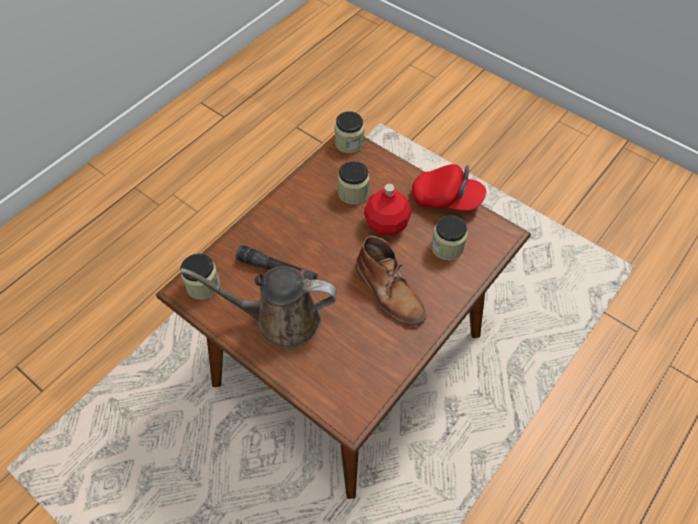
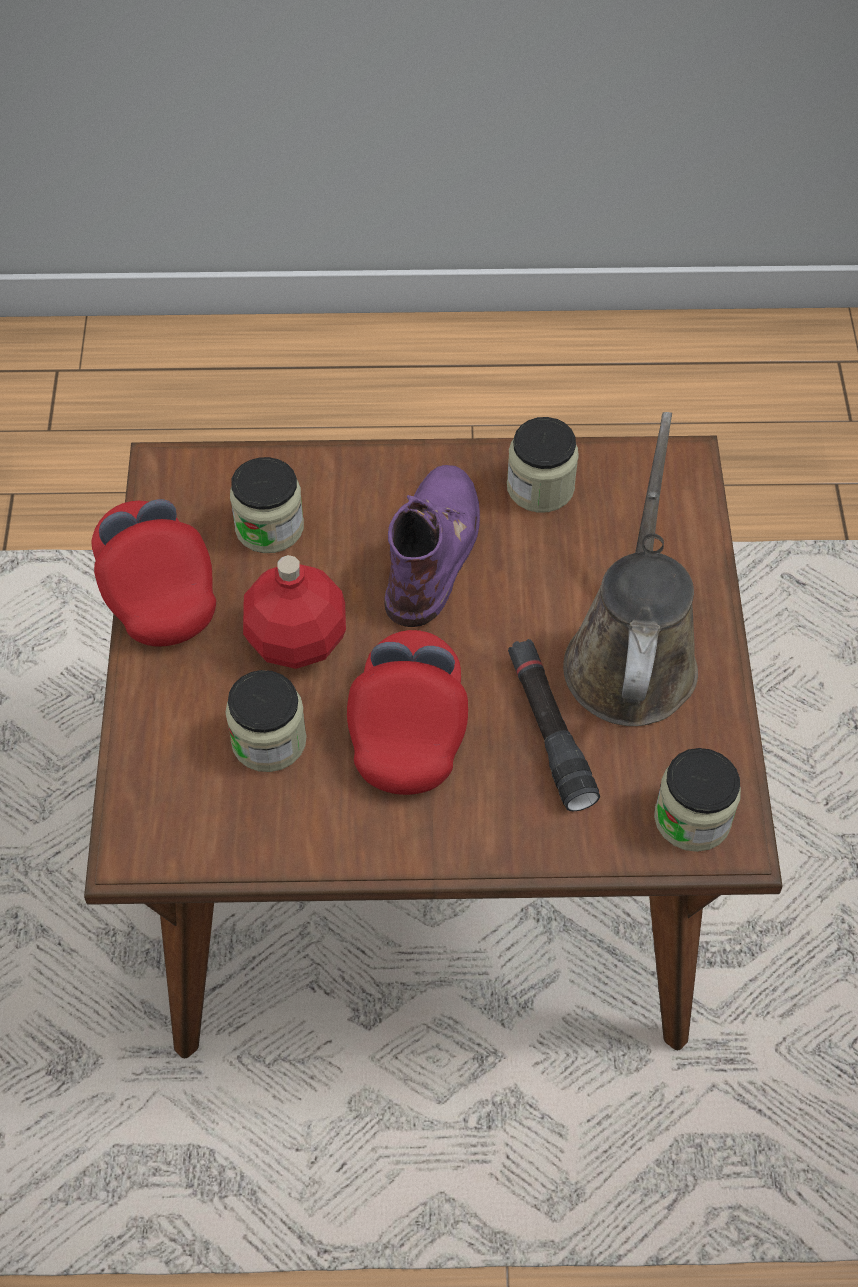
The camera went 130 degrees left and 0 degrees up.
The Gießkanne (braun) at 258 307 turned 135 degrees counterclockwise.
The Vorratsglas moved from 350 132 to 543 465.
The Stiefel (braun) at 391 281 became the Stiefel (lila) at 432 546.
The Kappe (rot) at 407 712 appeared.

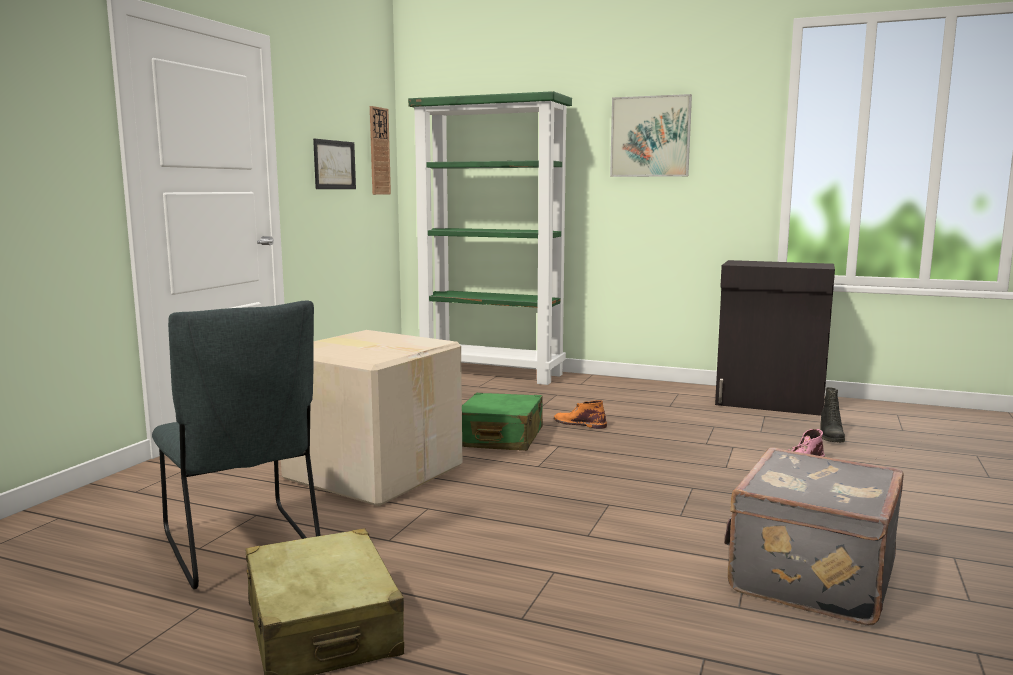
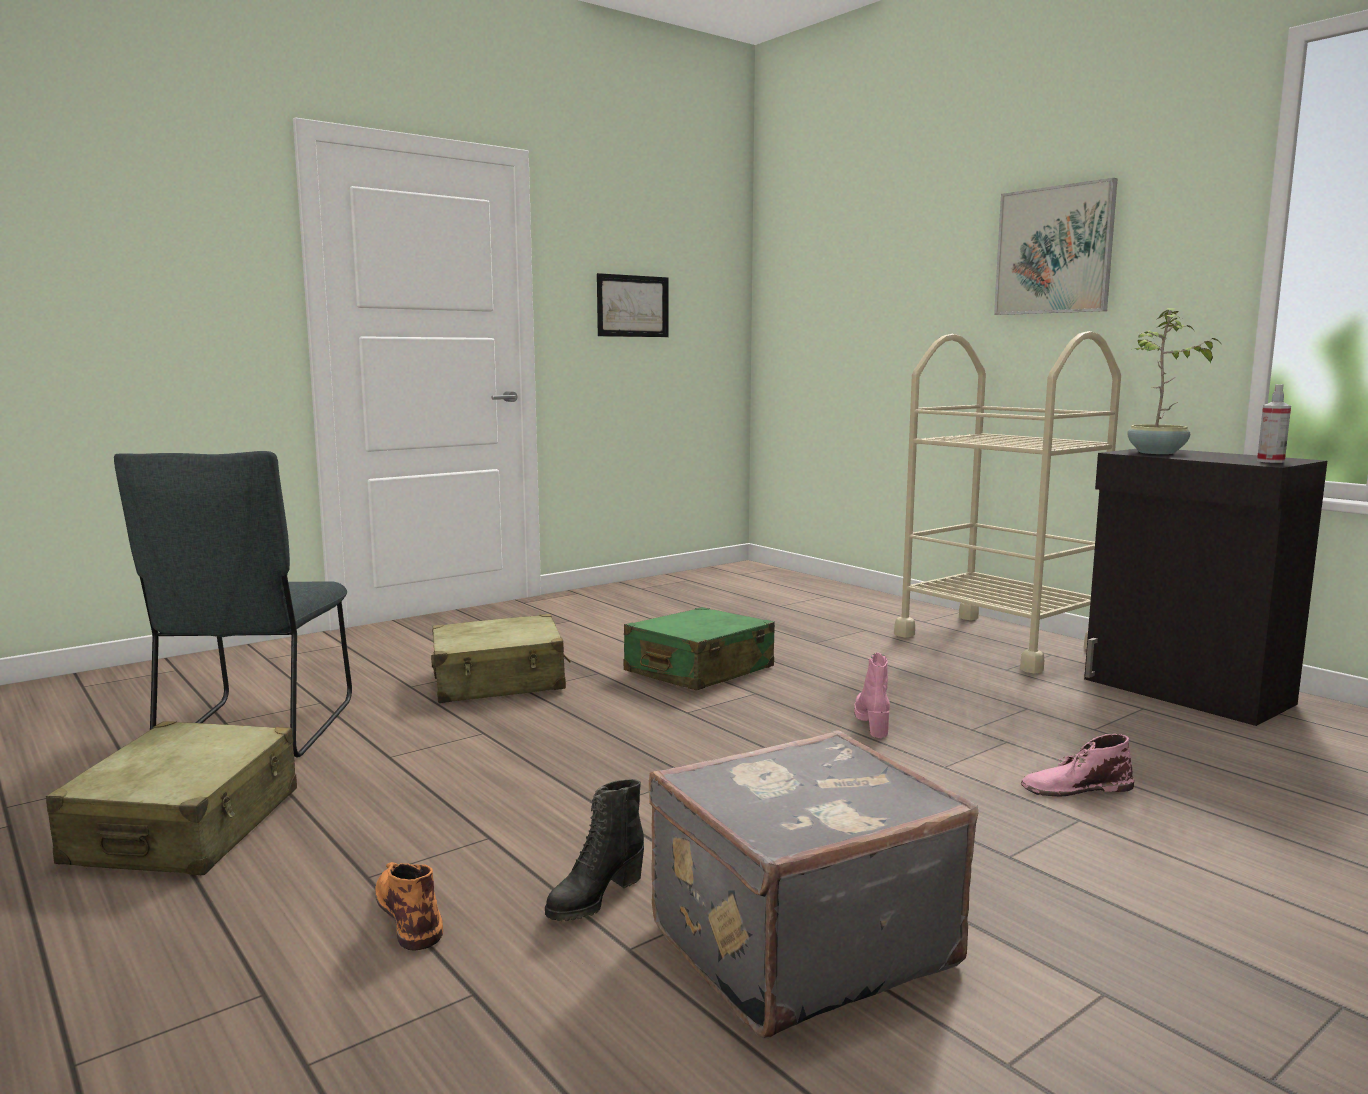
The camera went 30 degrees right and 0 degrees up.
The Karton at 371 418 was replaced by the Koffer (beige) at 501 658.
The Wanduhr at 380 150 disappeared.
The Bücherregal (grün) at 490 238 disappeared.
The Stiefel (orange) moved from 580 414 to 409 906.
The Stiefel (schwarz) moved from 832 414 to 594 850.
The Stiefel (rosa) at 872 695 appeared.
The Rollwagen (beige) at 1007 502 appeared.
The Topfpflanze at 1175 381 appeared.
The Sprühflasche at 1274 423 appeared.

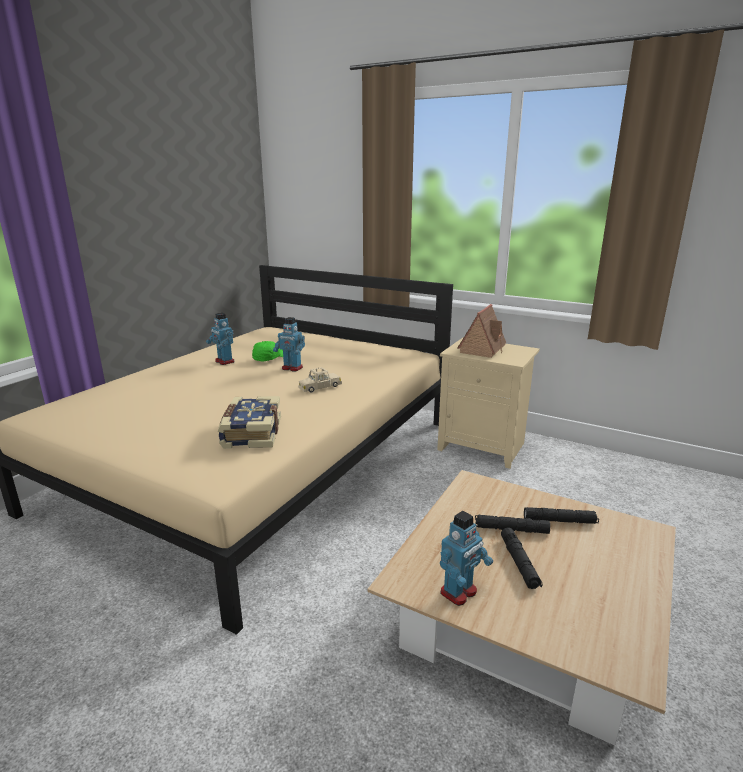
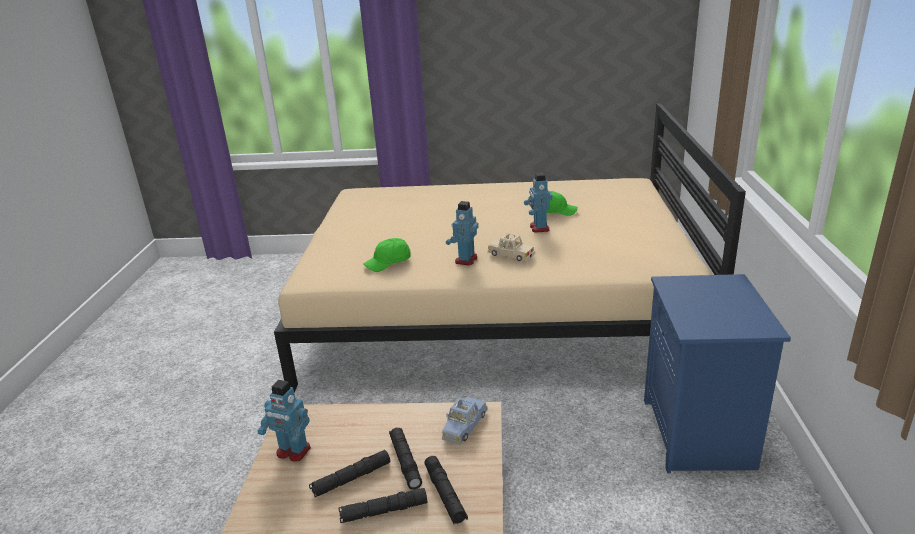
The camera went 65 degrees right and 5 degrees up.
The Spielzeugroboter moved from 220 339 to 462 233.
The Buch at 249 422 was replaced by the Kappe (grün) at 387 255.
The Nachttisch (beige) at 488 403 became the Nachttisch (blau) at 717 373.
The Spielzeughaus at 481 331 disappeared.
The Taschenlampe (schwarz) at 383 505 appeared.
The Spielzeugauto (blau) at 465 421 appeared.

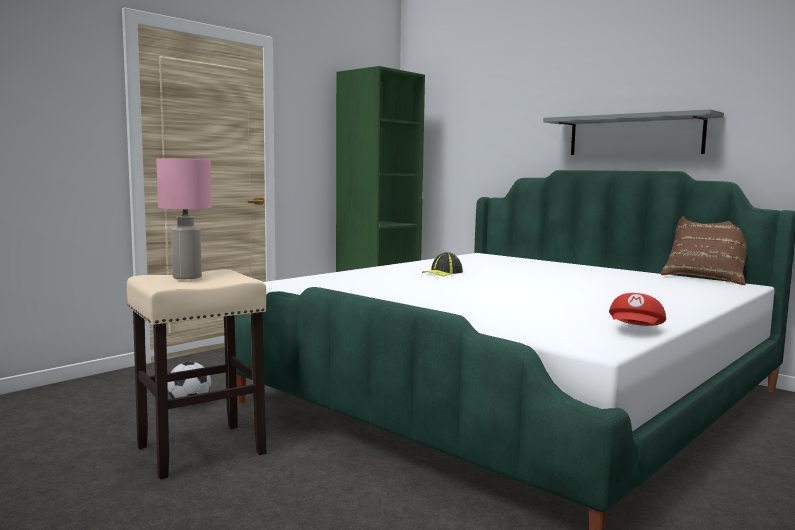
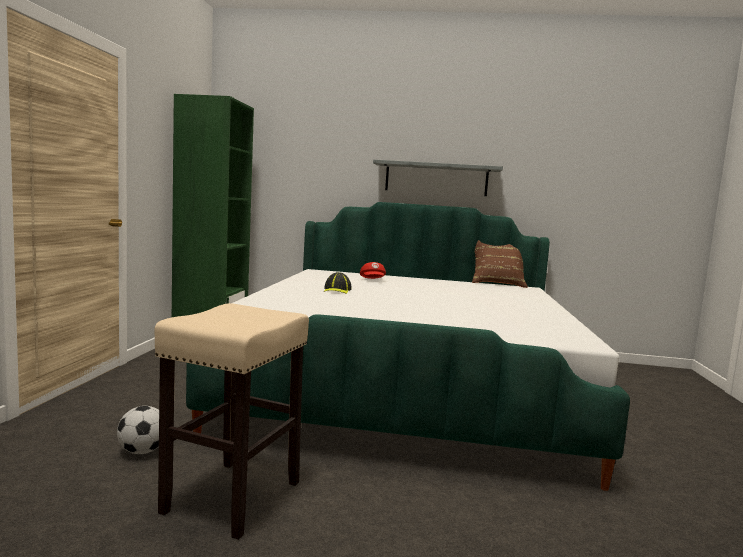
The camera went 35 degrees left and 0 degrees up.
The Tischlampe (rosa) at 184 218 disappeared.
The Kappe (rot) moved from 637 309 to 373 270.

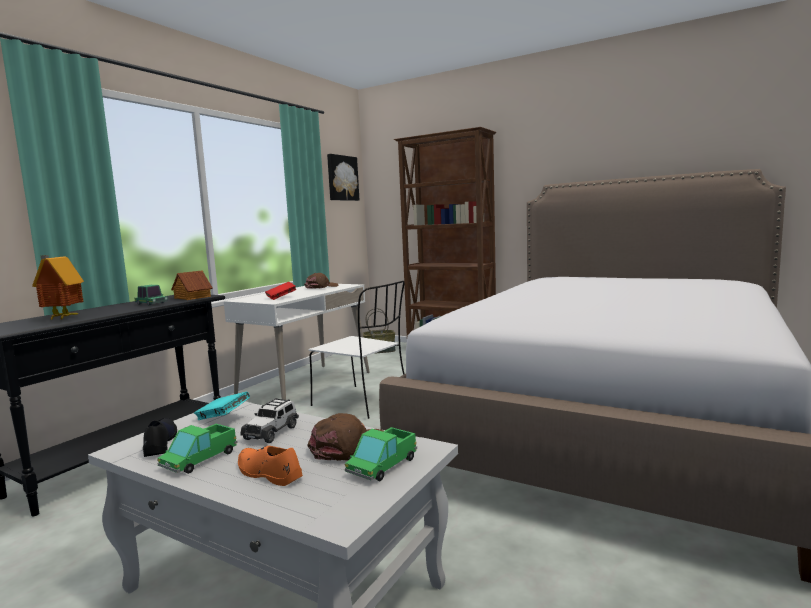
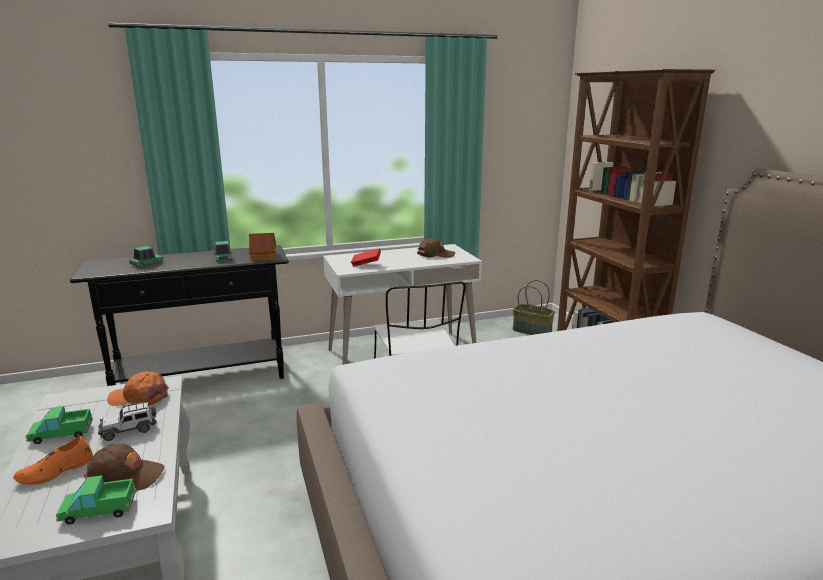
The camera went 40 degrees right and 10 degrees up.
The Spielzeughaus at 58 287 was replaced by the Spielzeugauto at 146 256.
The Schuh (schwarz) at 160 437 disappeared.
The Buch (türkis) at 222 406 was replaced by the Kappe (orange) at 138 388.
The Schuh (orange) at 270 466 turned 120 degrees counterclockwise.
The Bild at 343 177 disappeared.

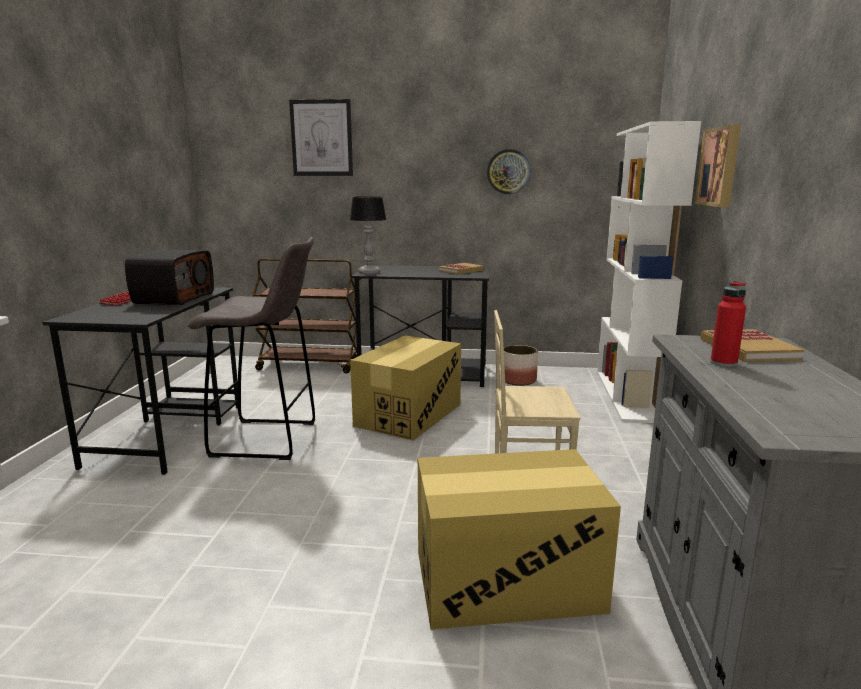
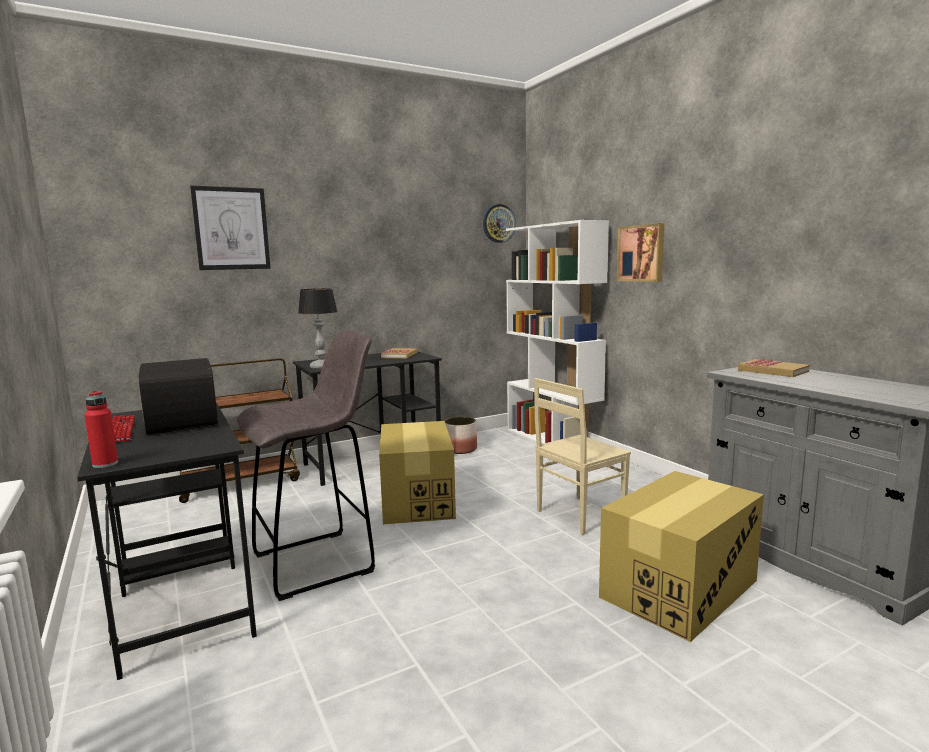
The camera went 35 degrees left and 5 degrees down.
The Wanduhr moved from 509 171 to 499 223.
The Flasche (rot) moved from 728 324 to 101 429.

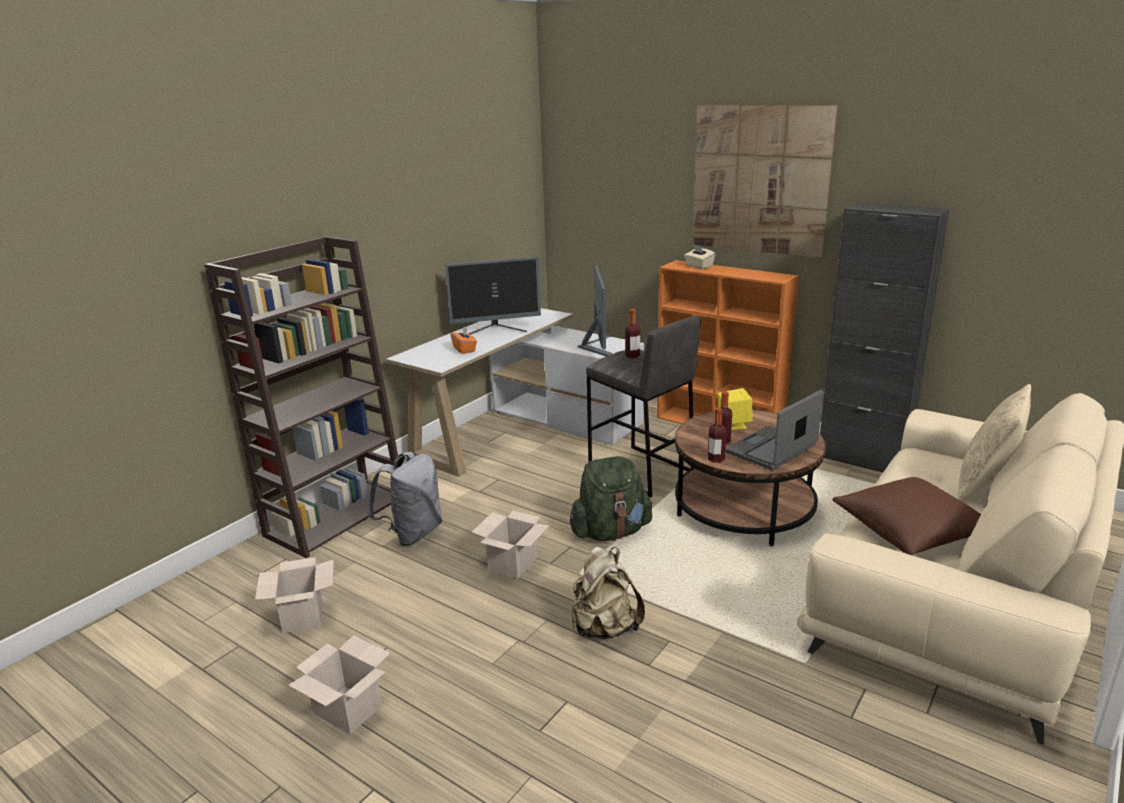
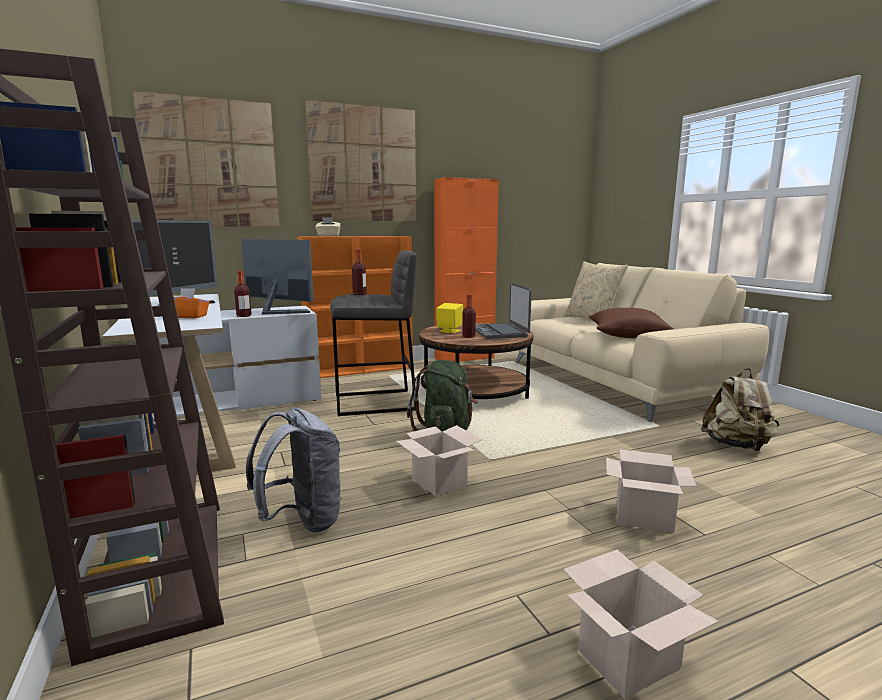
The camera went 60 degrees left and 10 degrees down.
The Karton moved from 294 595 to 651 490.
The Rucksack (beige) moved from 608 593 to 740 409.
The Flasche moved from 717 435 to 243 294.
The Schrank (schwarz) at 884 337 became the Schrank (orange) at 466 269.
The Bild at 206 159 appeared.

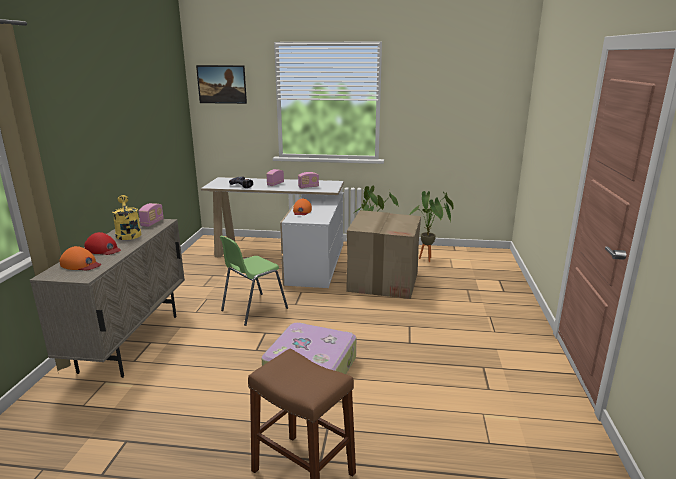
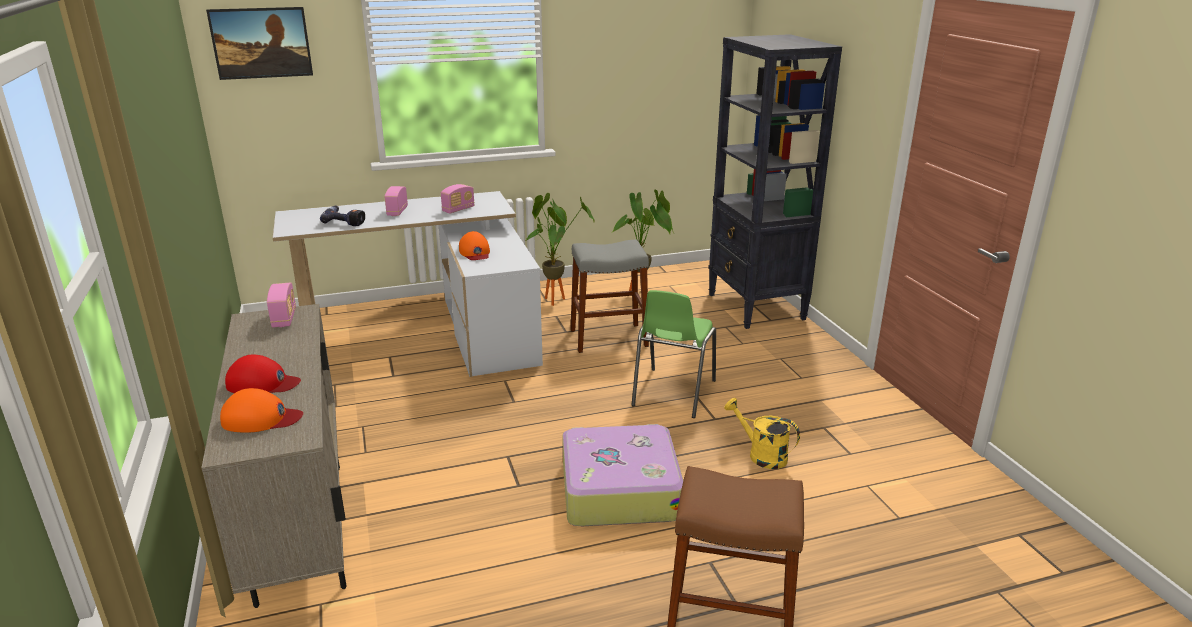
The camera went 25 degrees left and 5 degrees up.
The Gießkanne (gelb) moved from 126 217 to 762 433.
The Stuhl (grün) moved from 254 281 to 673 354.
The Karton at 383 254 was replaced by the Hocker (grau) at 609 296.
The Bücherregal (schwarz) at 775 181 appeared.

